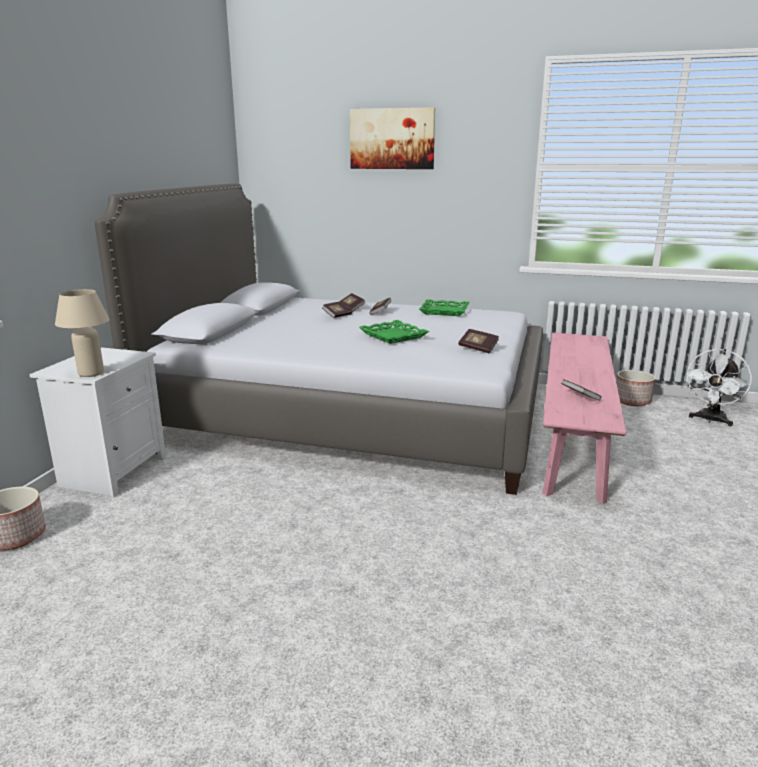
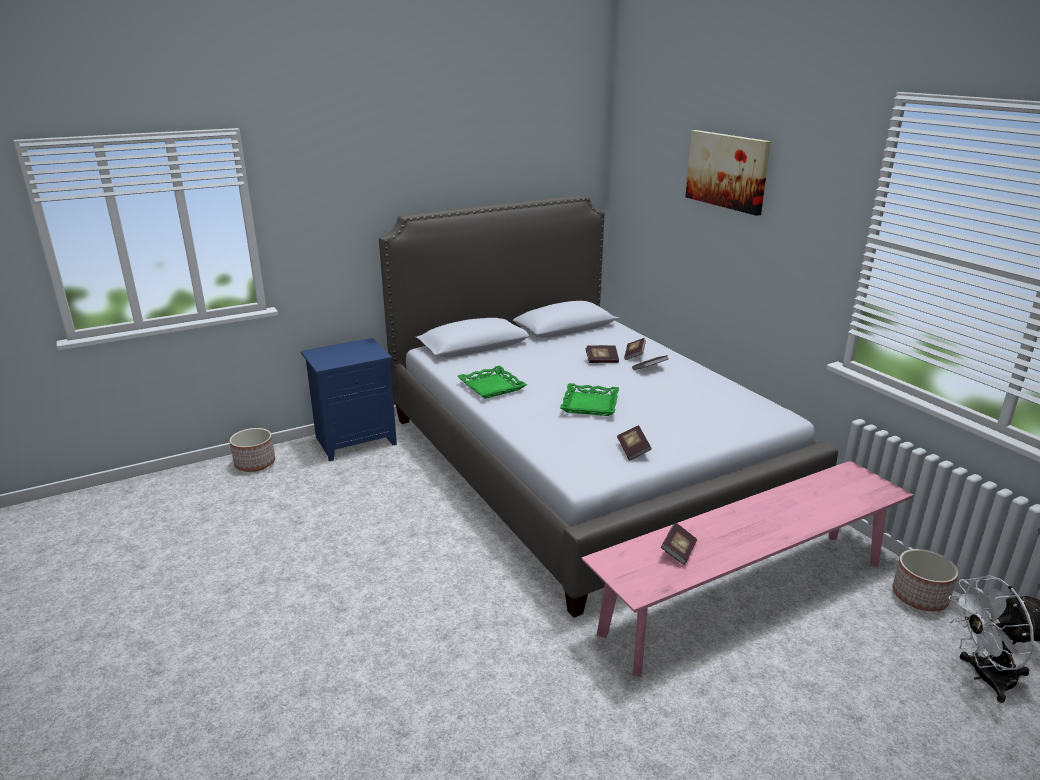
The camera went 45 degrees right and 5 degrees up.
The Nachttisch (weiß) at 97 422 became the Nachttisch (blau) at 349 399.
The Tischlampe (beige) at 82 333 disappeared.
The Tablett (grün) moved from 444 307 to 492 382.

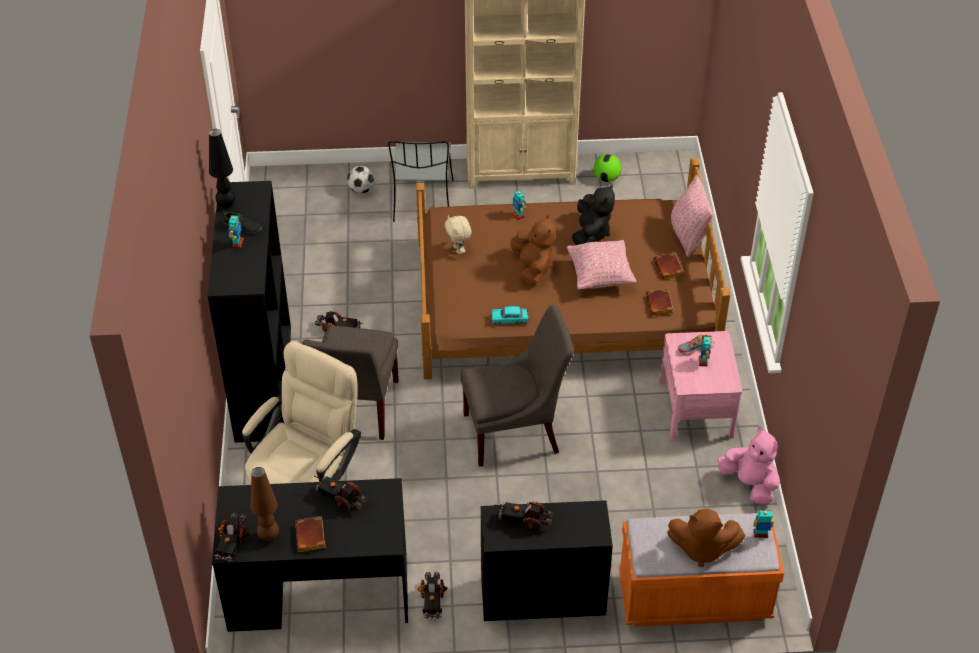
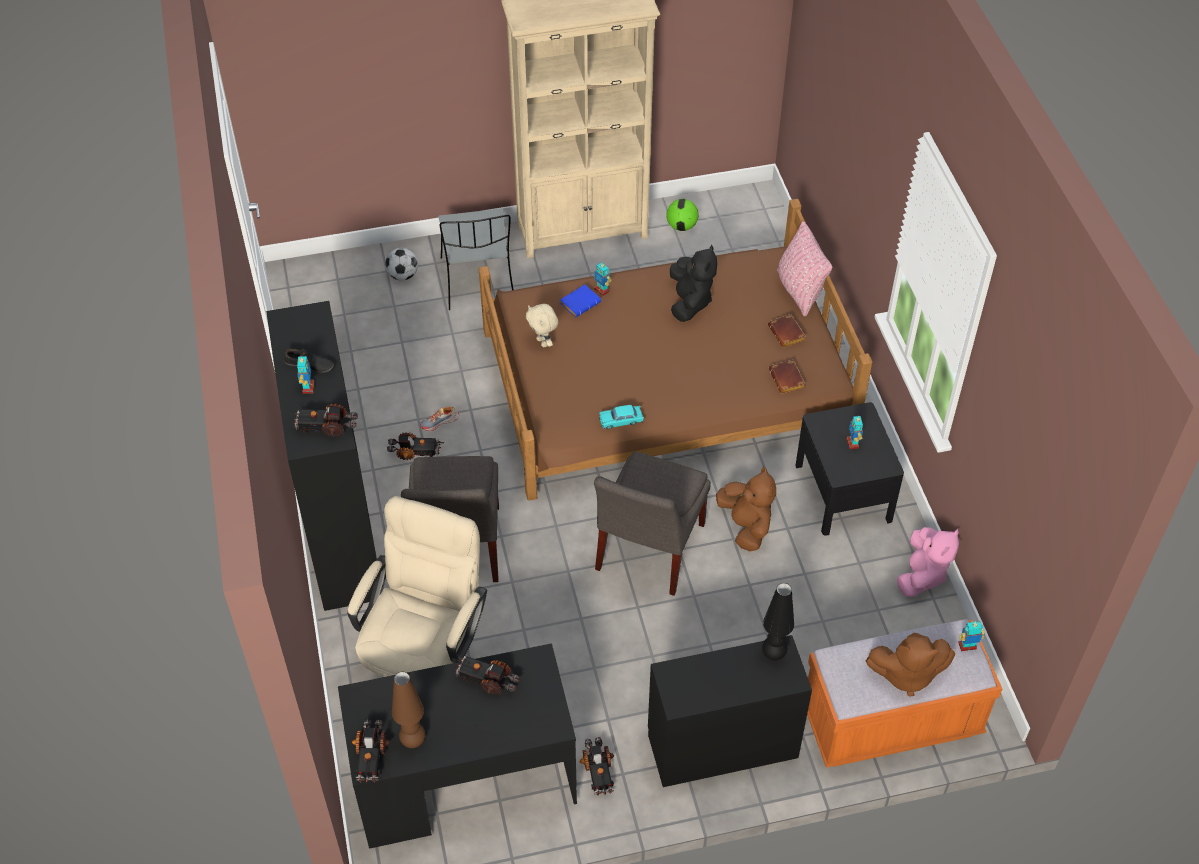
The camera went 10 degrees left and 5 degrees up.
The Tischlampe (schwarz) moved from 222 168 to 778 622.
The Buch (braun) at 310 534 disappeared.
The Stuhl (grau) at 517 386 turned 135 degrees clockwise.
The Spielzeuglaster moved from 524 516 to 323 420.
The Plüschtier (braun) moved from 532 250 to 746 508.
The Kissen (rosa) at 602 265 disappeared.
The Nachttisch (rosa) at 701 386 became the Nachttisch (schwarz) at 849 469.
The Schuh moved from 696 344 to 439 419.
The Plüschtier (rosa) at 748 465 turned 75 degrees clockwise.
The Buch (blau) at 580 301 appeared.

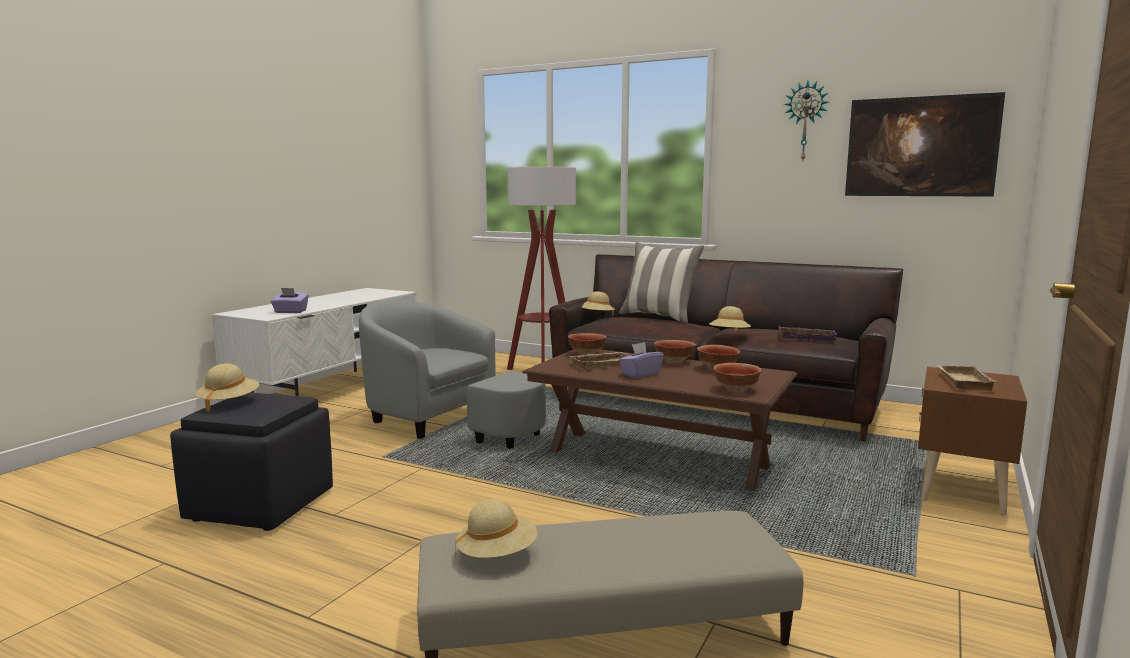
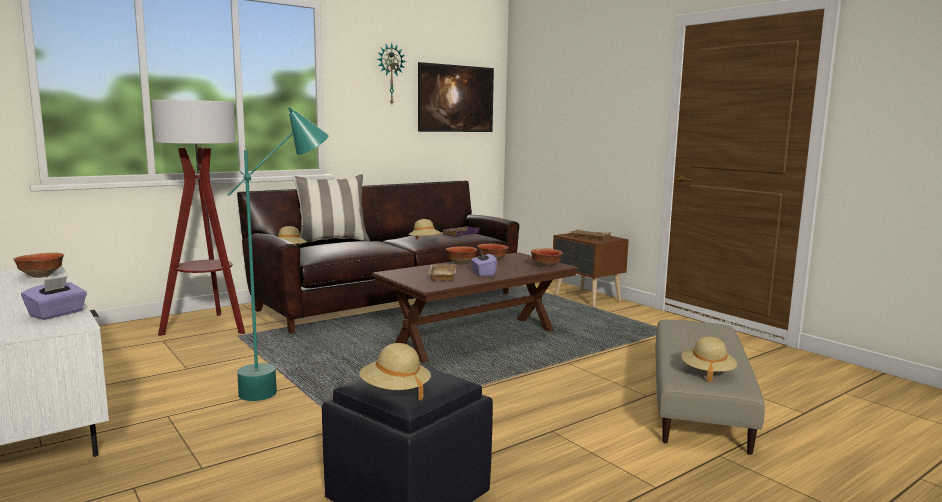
The camera went 65 degrees left and 0 degrees up.
The Sessel (grau) at 452 374 was replaced by the Stehlampe (türkis) at 278 254.
The Schüssel moved from 587 344 to 39 265.

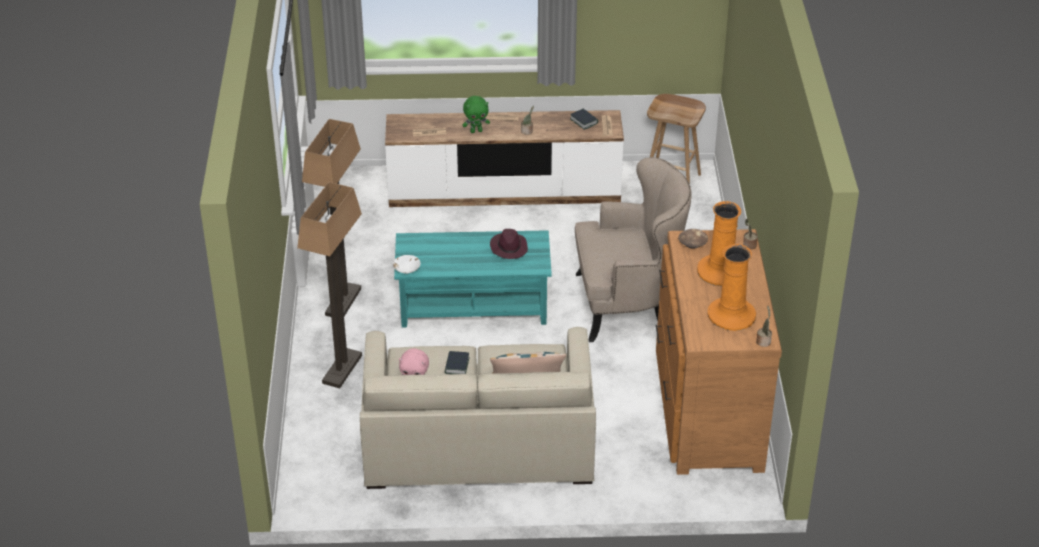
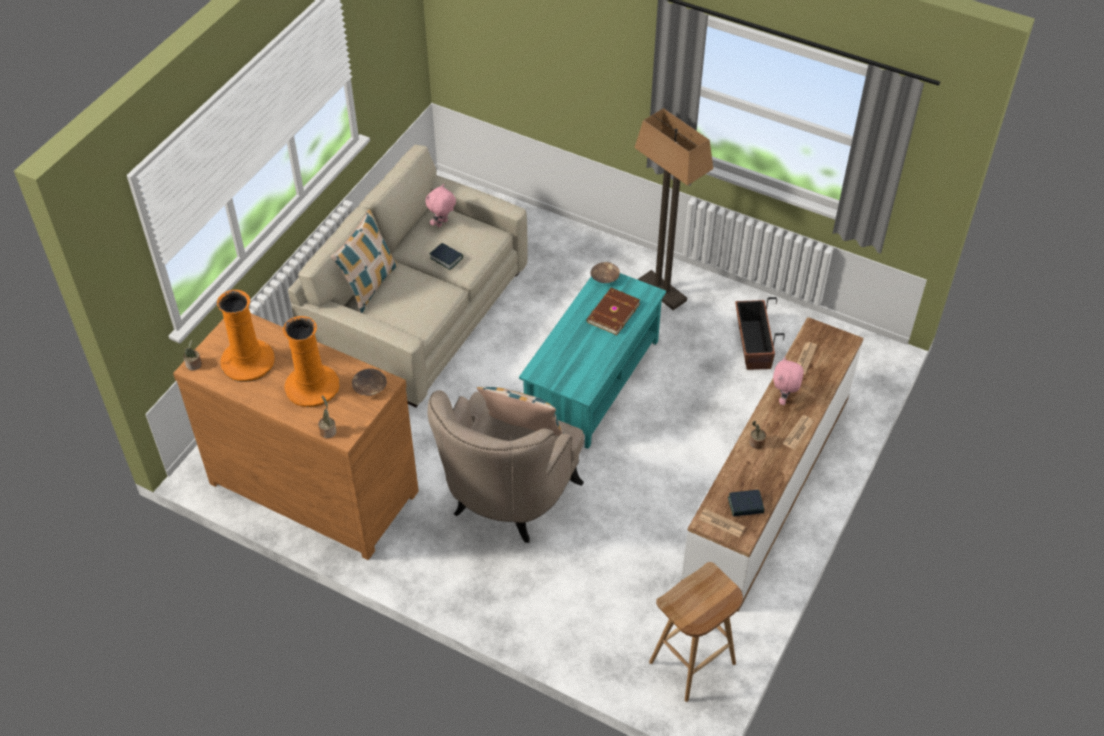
The camera went 120 degrees right and 10 degrees up.
The Stehlampe at 329 285 disappeared.
The Schüssel (weiß) at 407 264 became the Schüssel (braun) at 605 272.
The Plüschtier (grün) at 476 114 became the Plüschtier (rosa) at 788 381.
The Hut (lila) at 509 244 disappeared.
The Kissen at 520 411 appeared.
The Buch (braun) at 613 311 appeared.
The Pflanzkübel at 760 333 appeared.

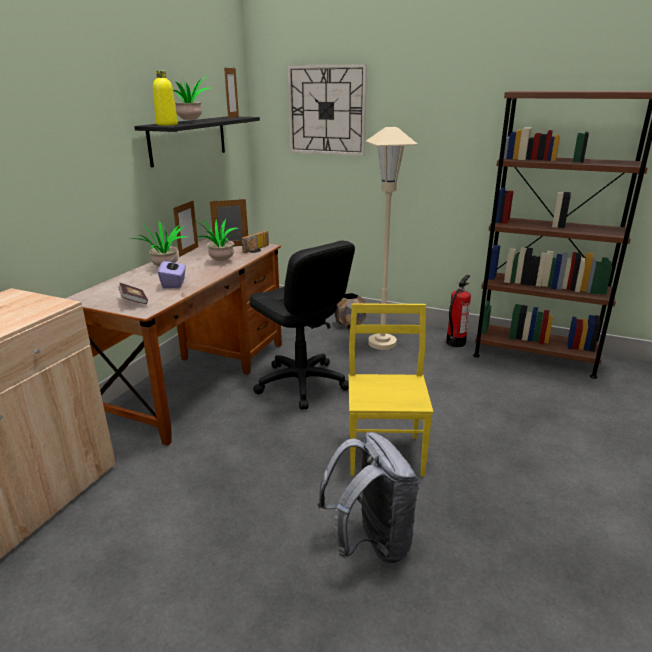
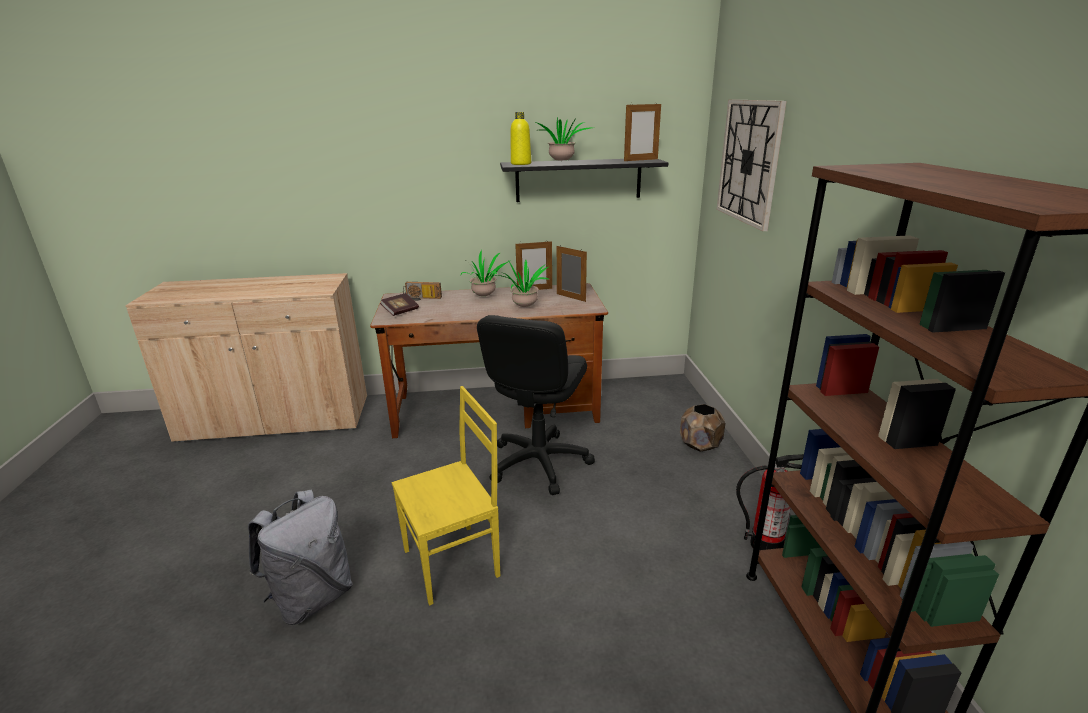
The camera went 60 degrees right and 0 degrees up.
The Taschentuchbox (lila) at 172 271 disappeared.
The Radio moved from 255 242 to 422 291.
The Stehlampe (beige) at 392 238 disappeared.

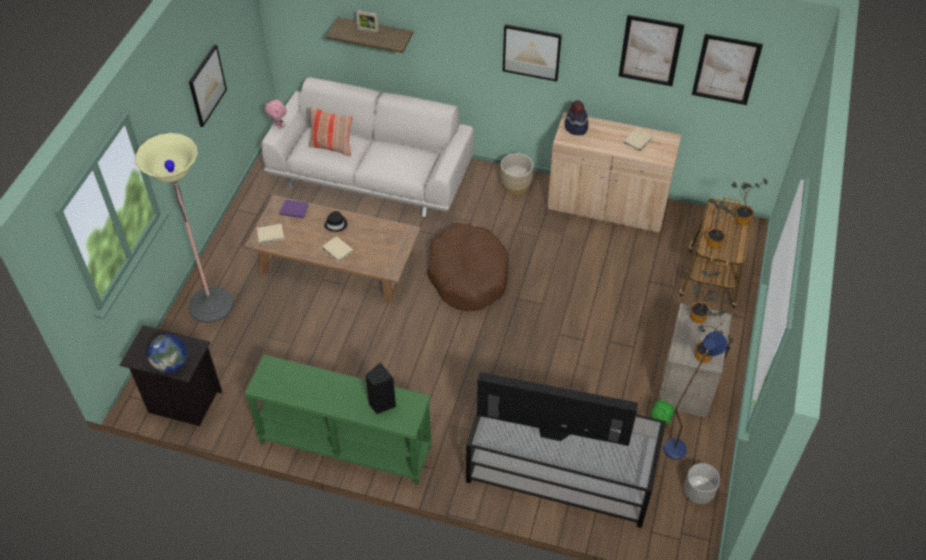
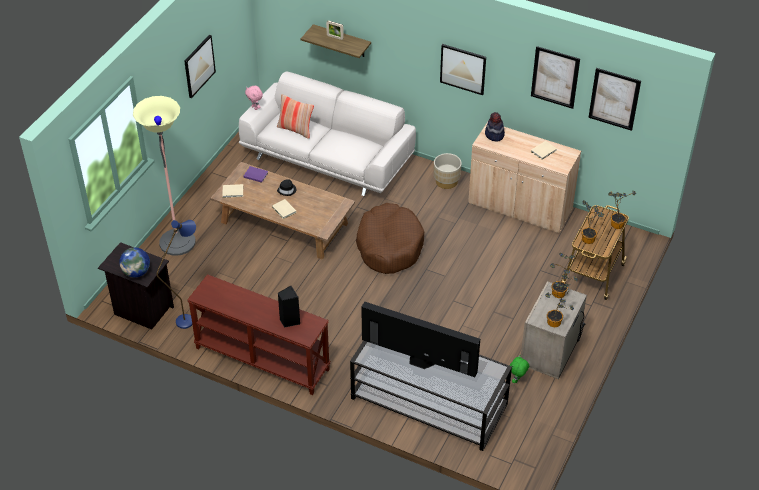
The camera went 10 degrees right and 5 degrees down.
The Konsolentisch (grün) at 338 420 became the Konsolentisch (braun) at 258 334.
The Stehlampe (blau) moved from 695 396 to 176 274.
The Pflanzkübel (grau) at 702 483 disappeared.

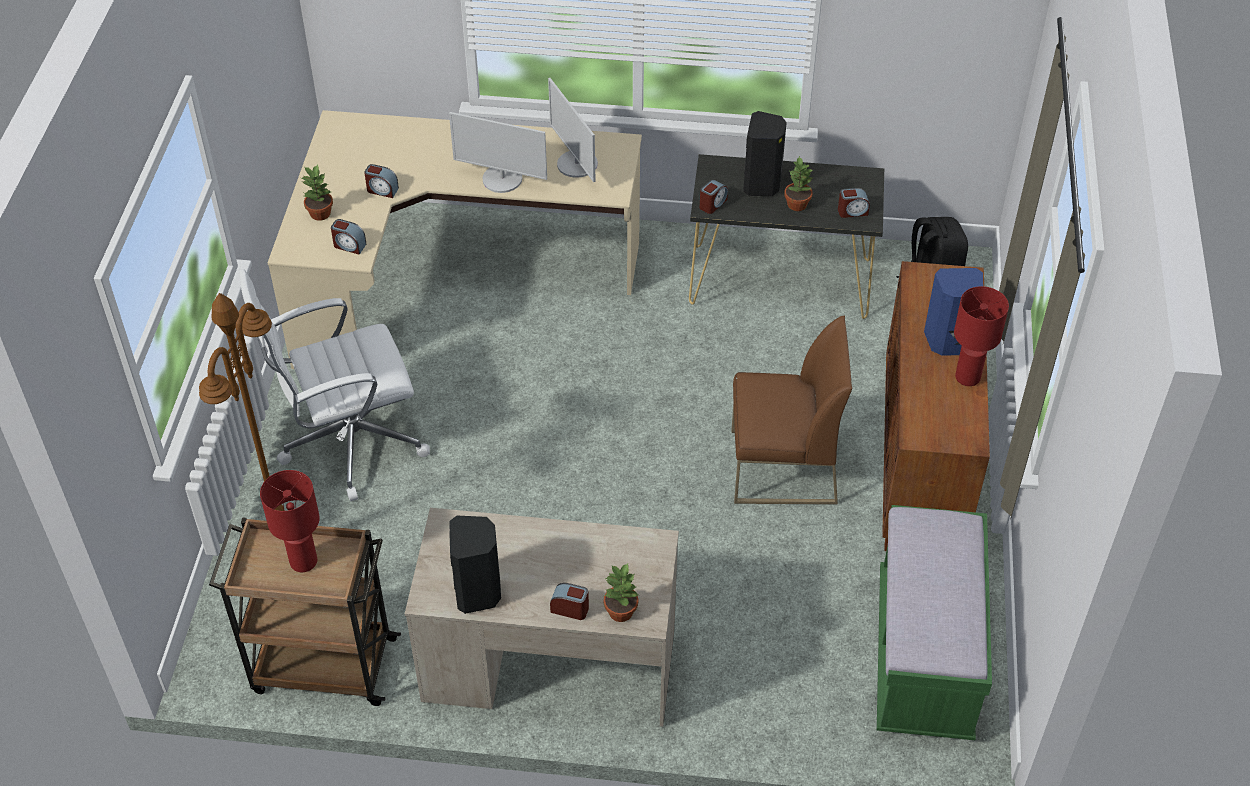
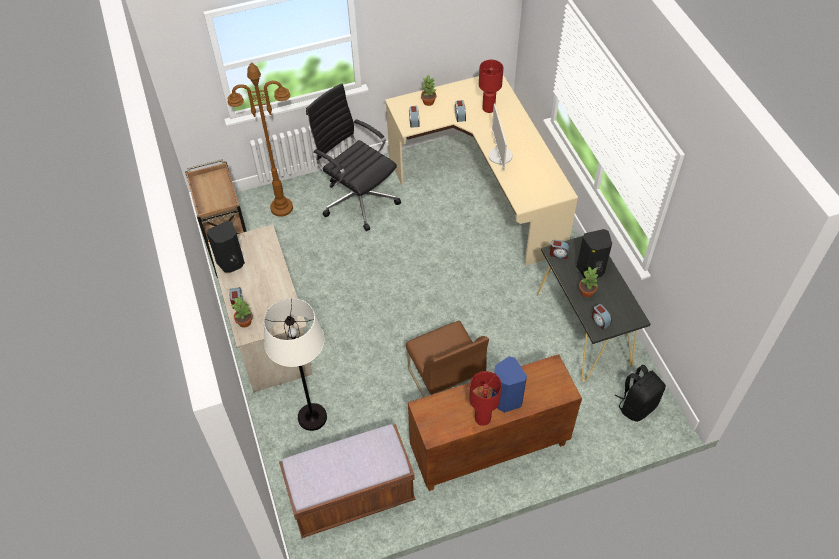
The camera went 65 degrees right and 5 degrees up.
The Bürostuhl (weiß) at 334 385 became the Bürostuhl (schwarz) at 353 157.
The Tischlampe (rot) moved from 290 521 to 491 86.
The Monitor at 573 130 disappeared.
The Bank (grün) at 934 622 became the Bank (braun) at 347 481.
The Stehlampe (weiß) at 295 364 appeared.

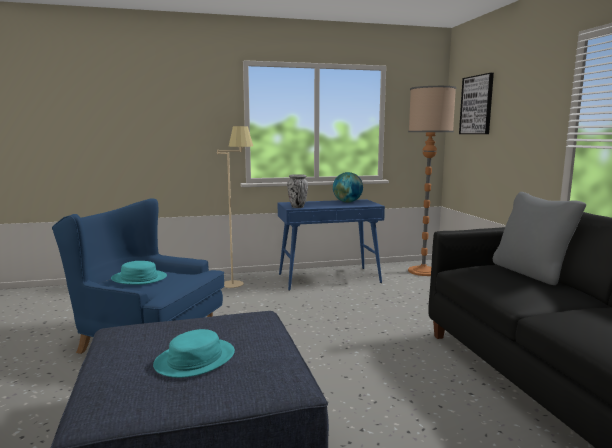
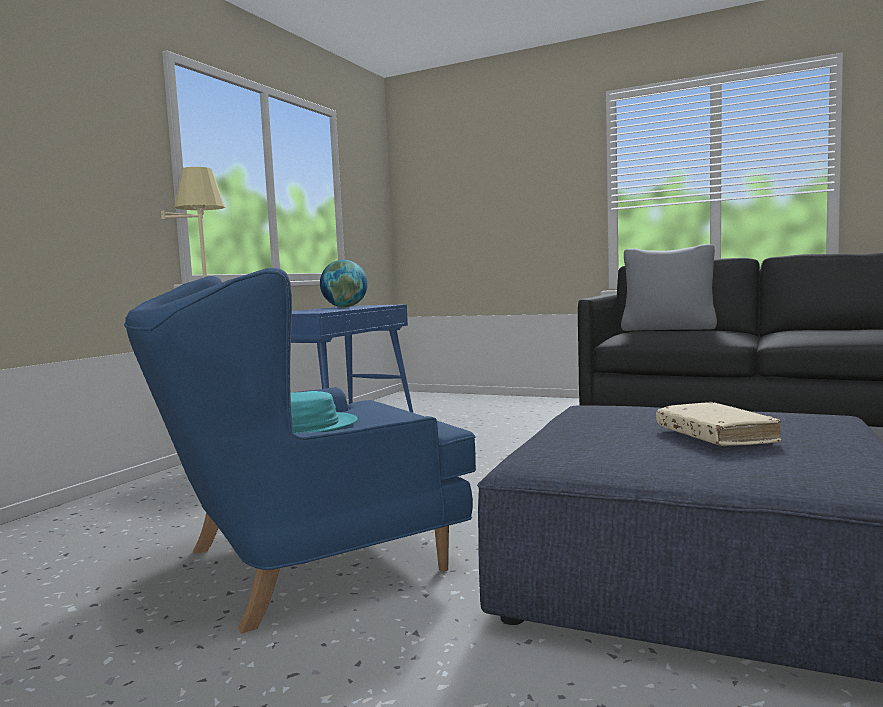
The camera went 50 degrees left and 5 degrees down.
The Hut (türkis) at 194 353 was replaced by the Buch (beige) at 718 424.
The Vase at 297 191 disappeared.
The Stehlampe at 432 181 disappeared.
The Bild at 476 103 disappeared.

